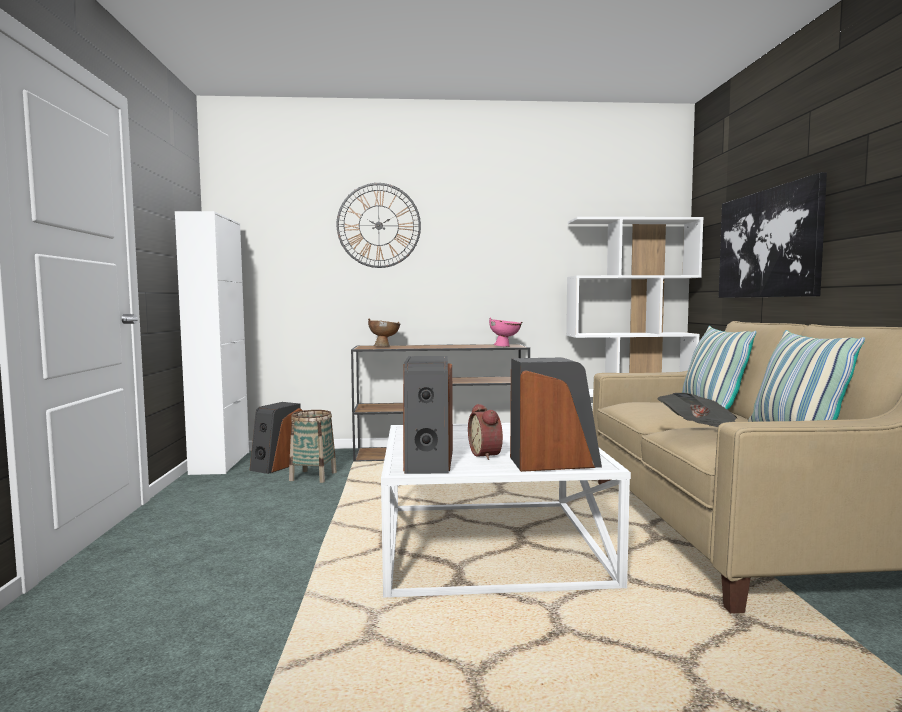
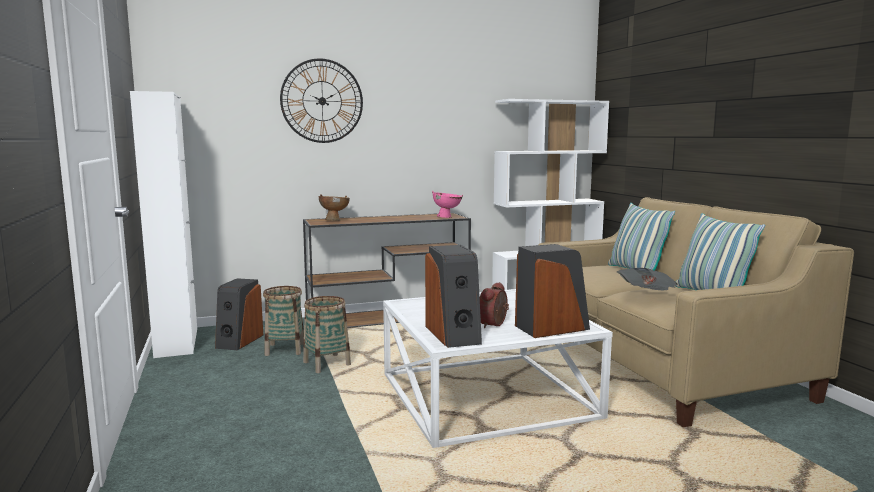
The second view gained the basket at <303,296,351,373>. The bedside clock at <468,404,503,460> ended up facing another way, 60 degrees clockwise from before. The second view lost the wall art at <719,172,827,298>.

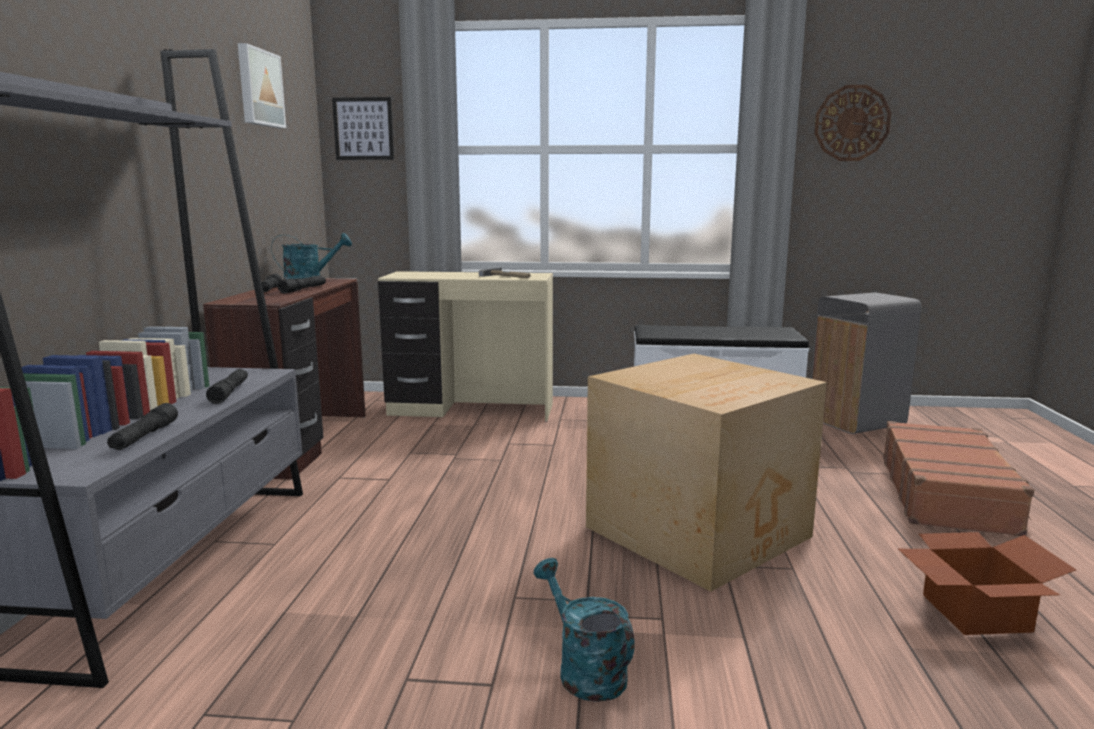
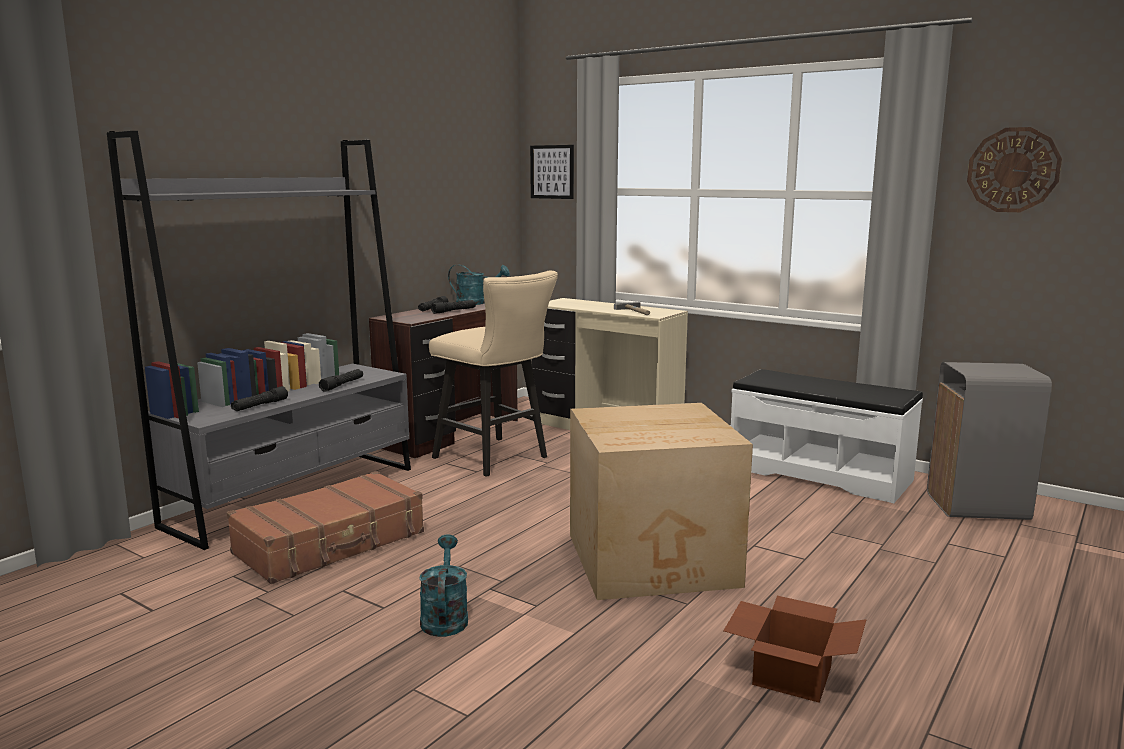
The brown-coloured travel case ended up elsewhere, having gone from <883,421,1034,536> to <227,471,424,584>. The second view gained the beige stool at <429,270,558,477>. The second view lost the wall art at <238,43,286,128>.

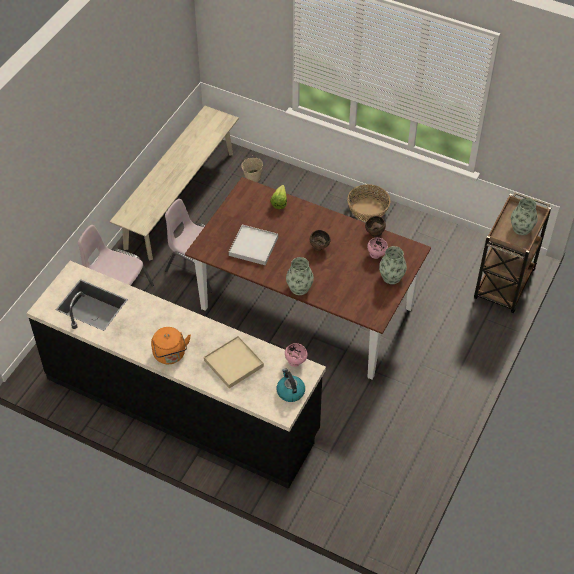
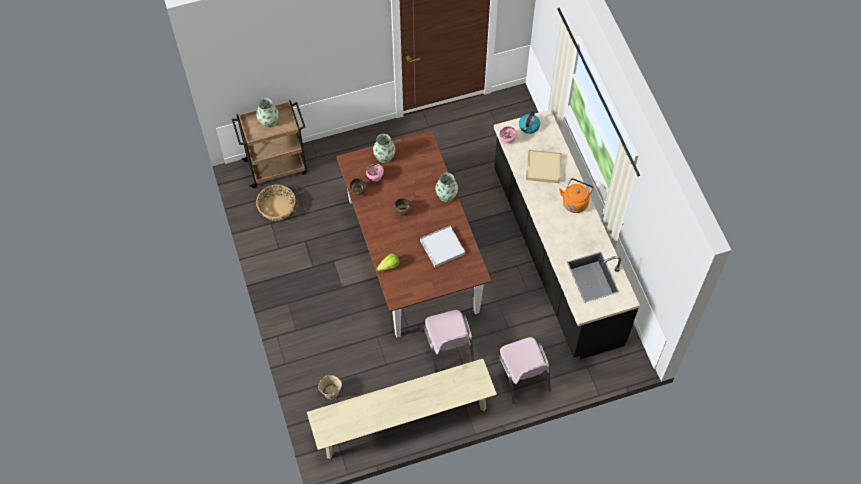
The basket ended up elsewhere, having gone from <347,184,391,222> to <256,185,296,221>.

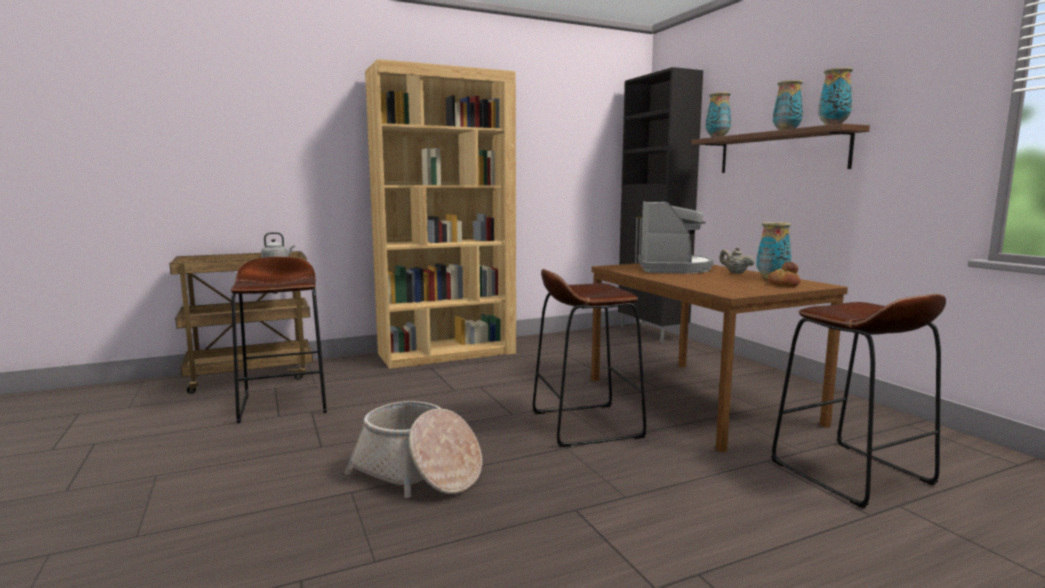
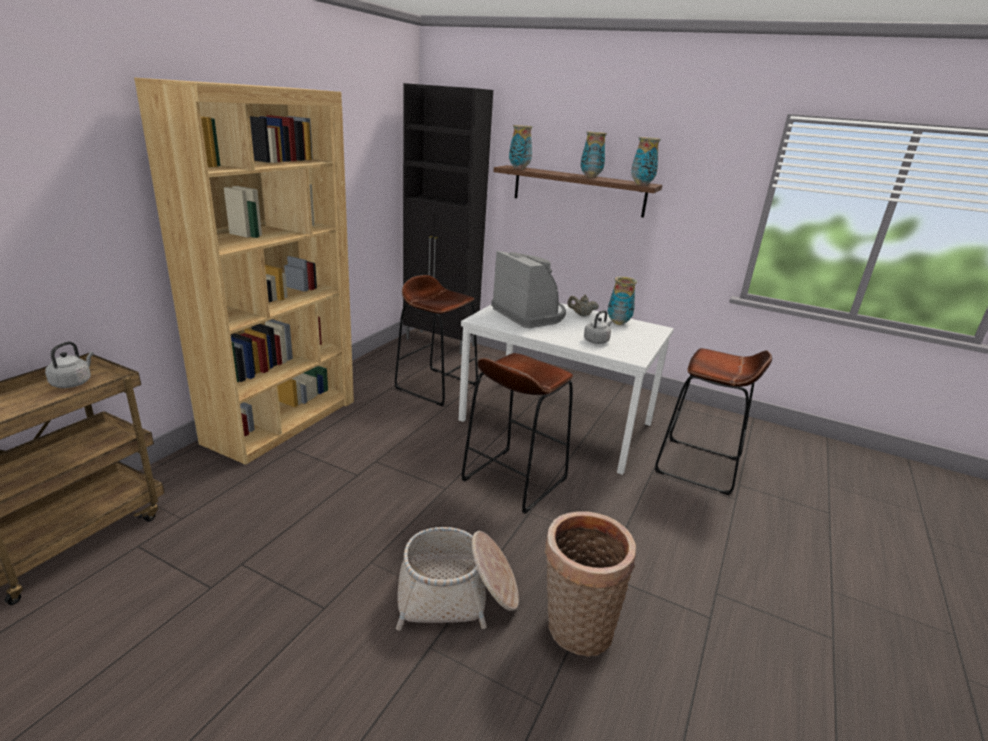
The brown-coloured stool ended up elsewhere, having gone from <231,257,327,423> to <395,275,478,406>. What was the brown-coloured dining table at <591,263,848,453> turned into the white-coloured dining table at <459,303,674,475>. The second view gained the basket at <545,511,636,656>. The second view gained the greyish water kettle at <584,310,612,344>. The second view lost the bakery bread at <768,262,800,287>.

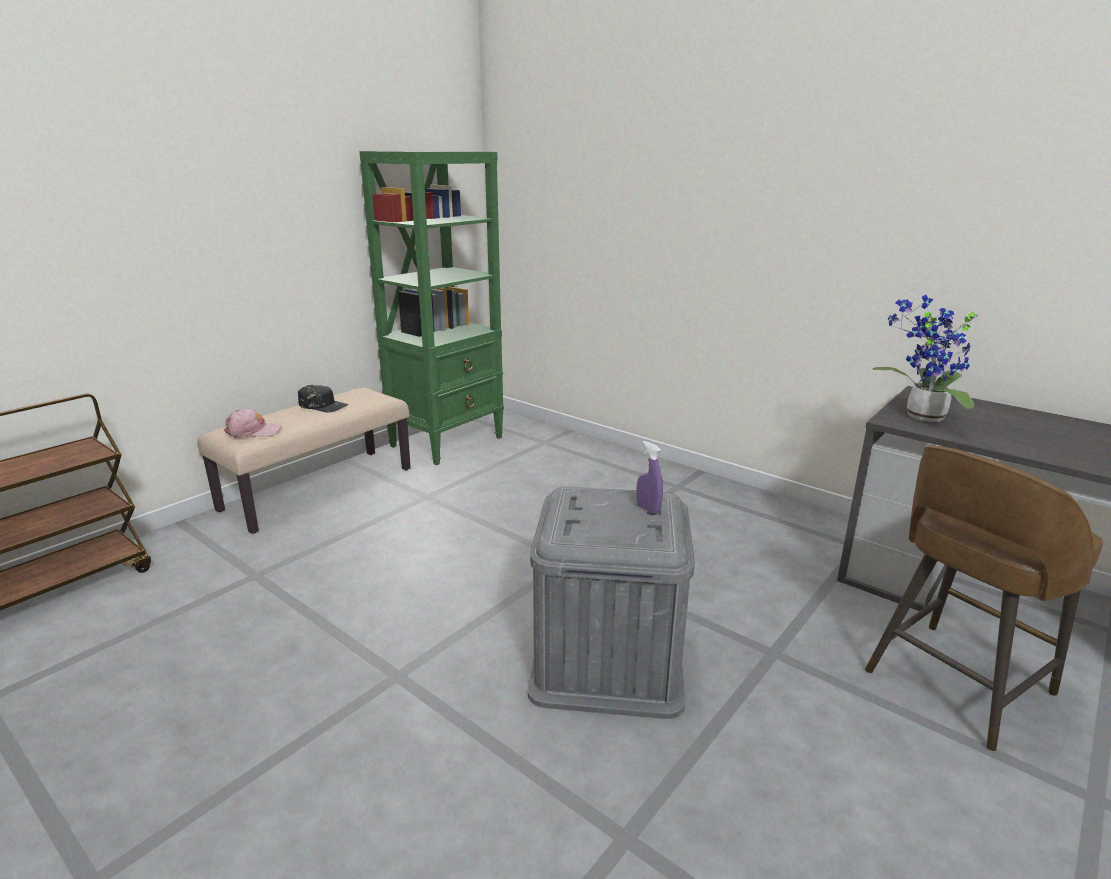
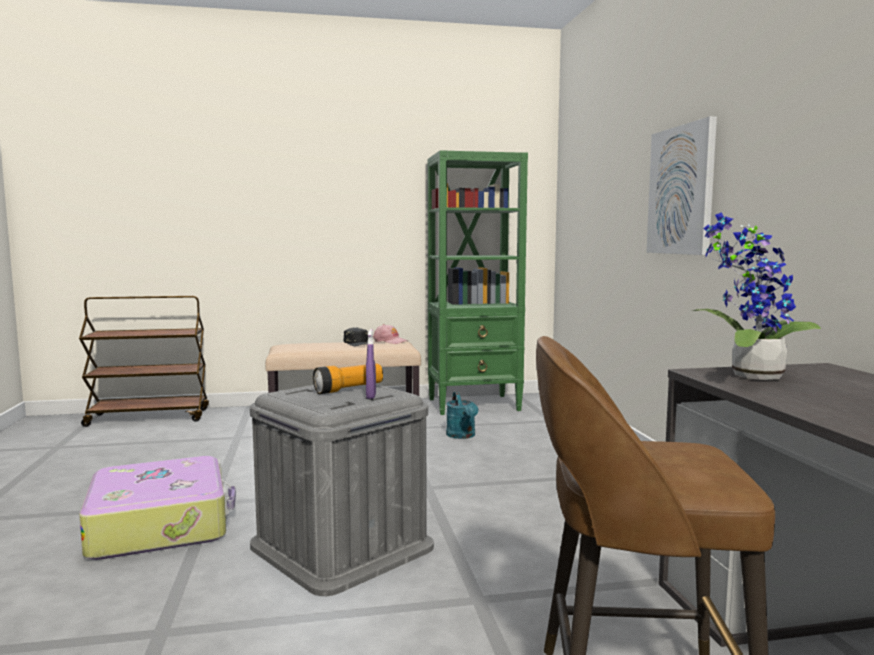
The second view gained the travel case at <79,456,236,560>. The second view gained the torch at <313,364,383,394>. The pinkish peaked cap ended up elsewhere, having gone from <224,409,282,438> to <373,324,408,344>. The second view gained the turquoise-coloured sprinkling can at <446,392,478,439>. The second view gained the wall art at <646,116,717,255>.

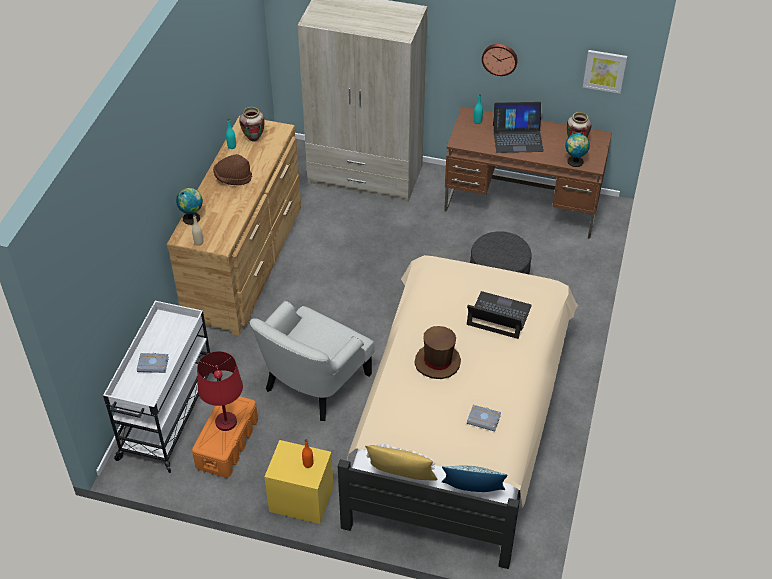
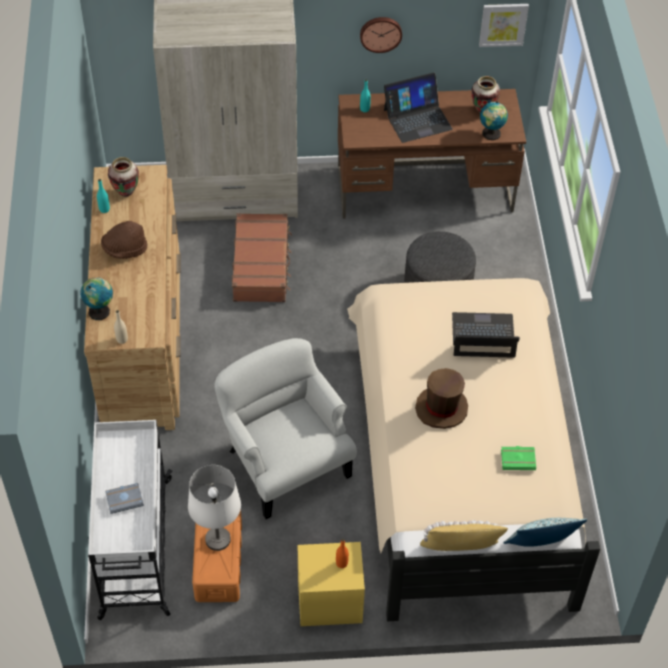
What was the red tabletop lamp at <197,351,243,431> turned into the white-coloured tabletop lamp at <188,465,241,551>. The white-coloured easy chair at <250,301,375,421> ended up facing another way, 135 degrees clockwise from before. The second view gained the brown-coloured travel case at <232,213,292,302>. What was the greyish bound book at <467,405,501,431> turned into the greenish bound book at <501,446,536,470>.

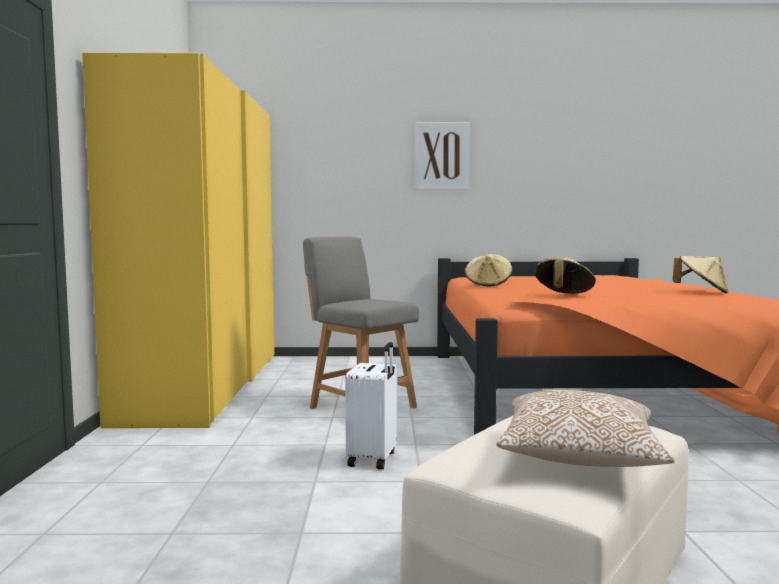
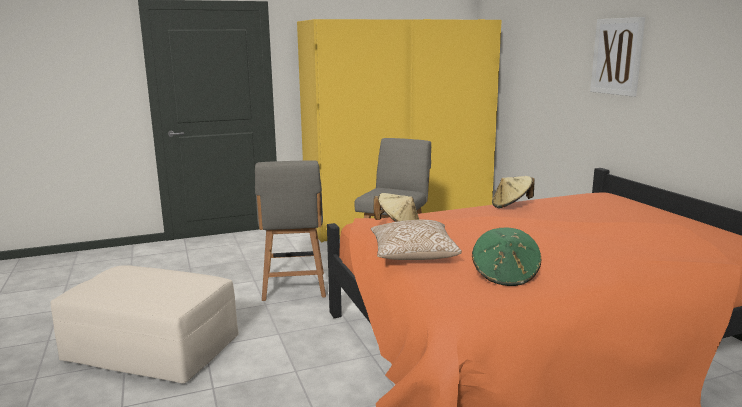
Where the white-coloured travel case stood at <345,342,398,470>, the greyish plain chair came to stand at <255,160,326,301>. The pillow ended up elsewhere, having gone from <496,390,675,467> to <371,220,462,260>. What was the beige hat at <673,256,728,293> turned into the greenish hat at <472,227,541,286>.

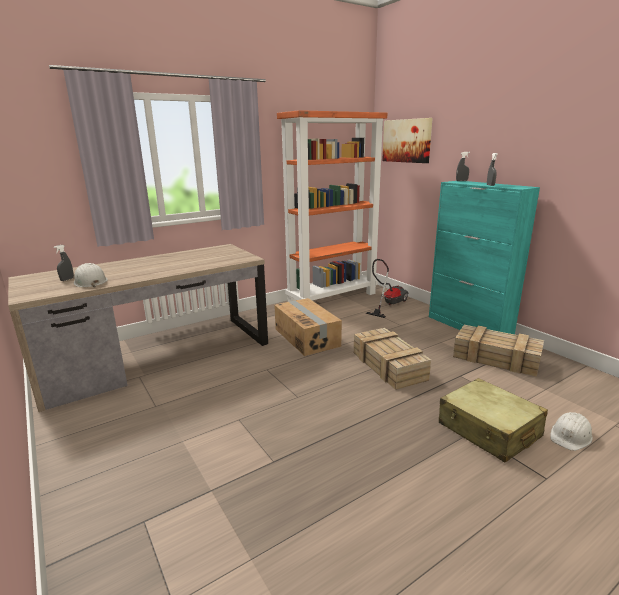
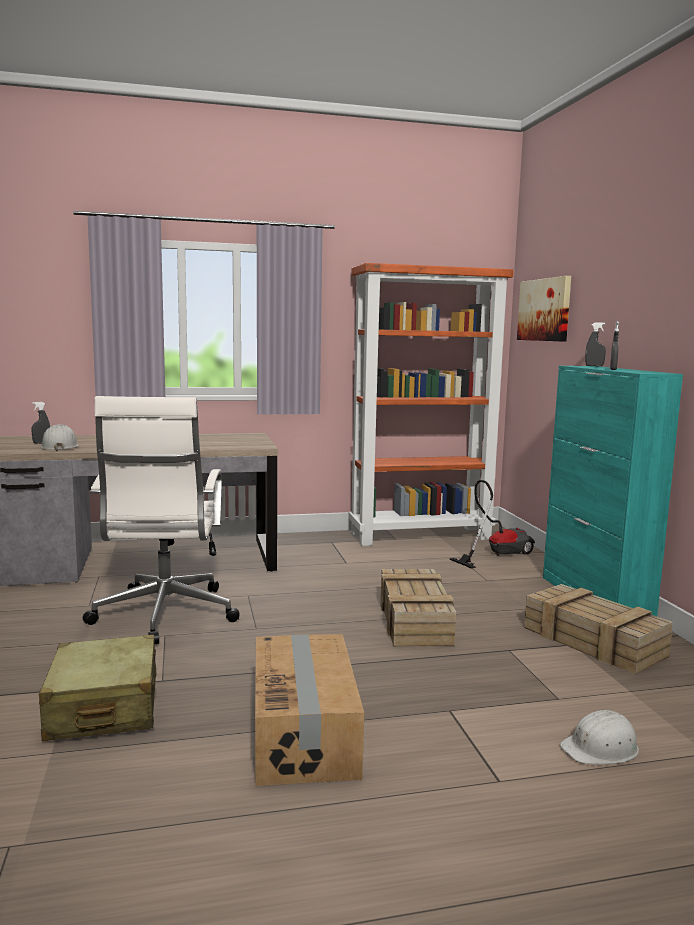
The beige travel case ended up elsewhere, having gone from <439,378,548,462> to <39,634,156,741>. The second view gained the white-coloured office chair at <83,396,240,645>. The carton ended up elsewhere, having gone from <274,298,342,356> to <255,634,364,786>.

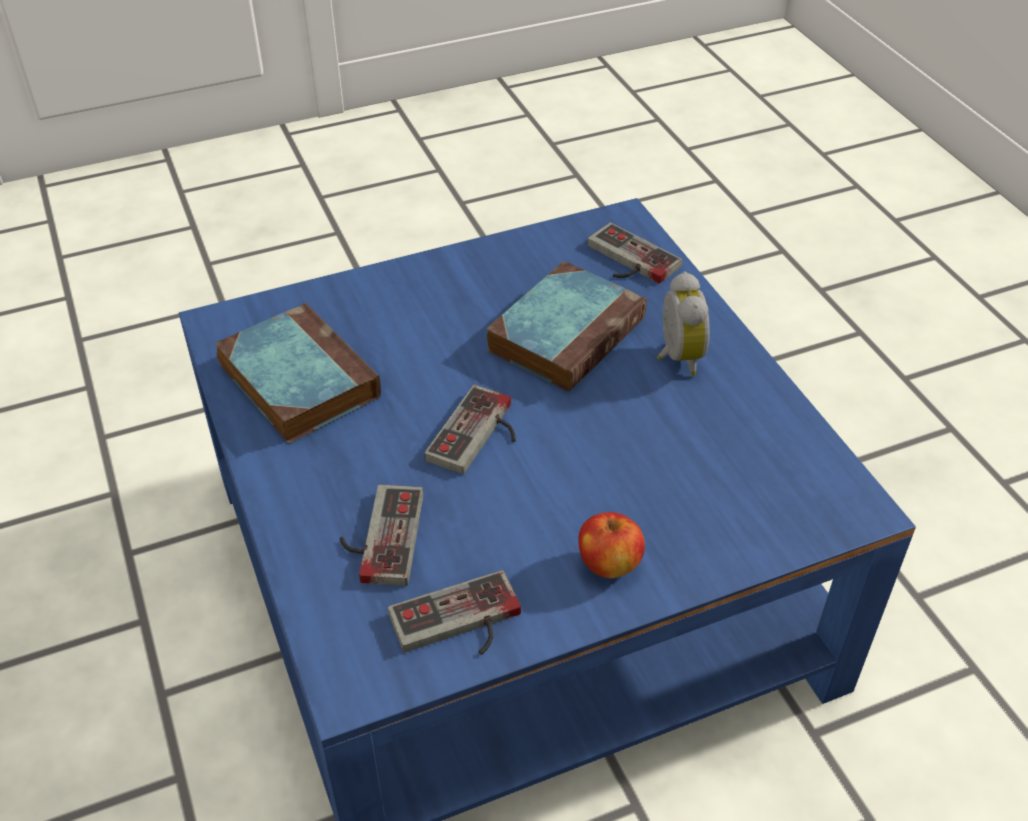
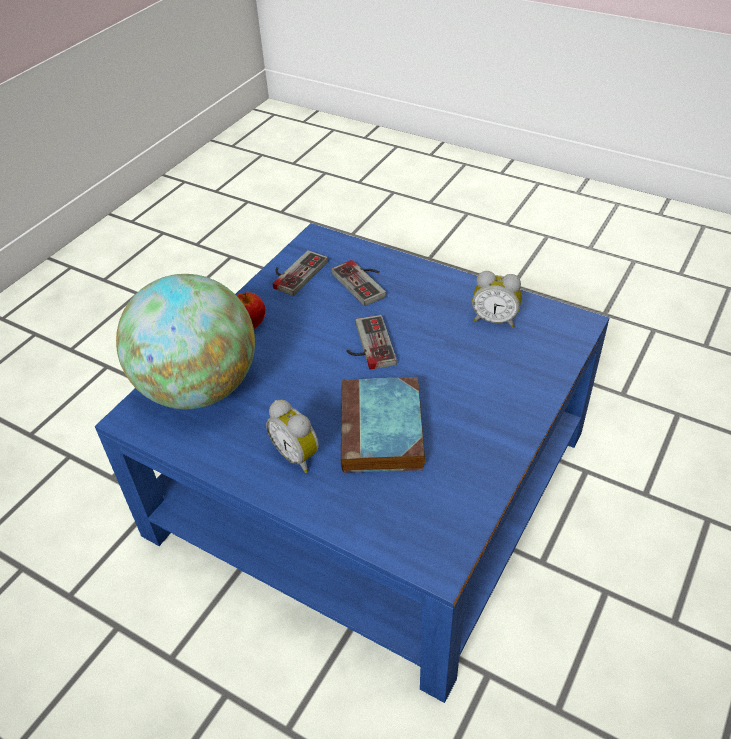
The second view gained the globe at <116,274,255,409>. Where the bound book stood at <215,303,381,444>, the bedside clock came to stand at <472,271,522,328>. The second view lost the game controller at <587,222,682,283>.

